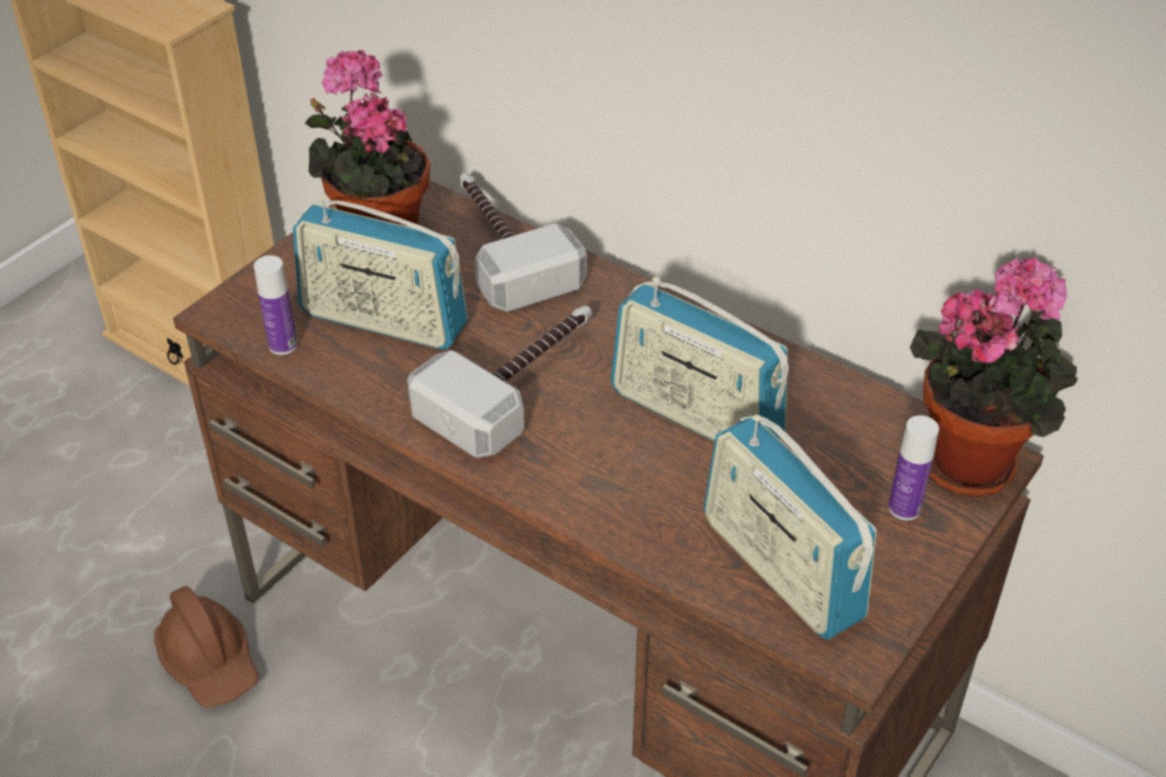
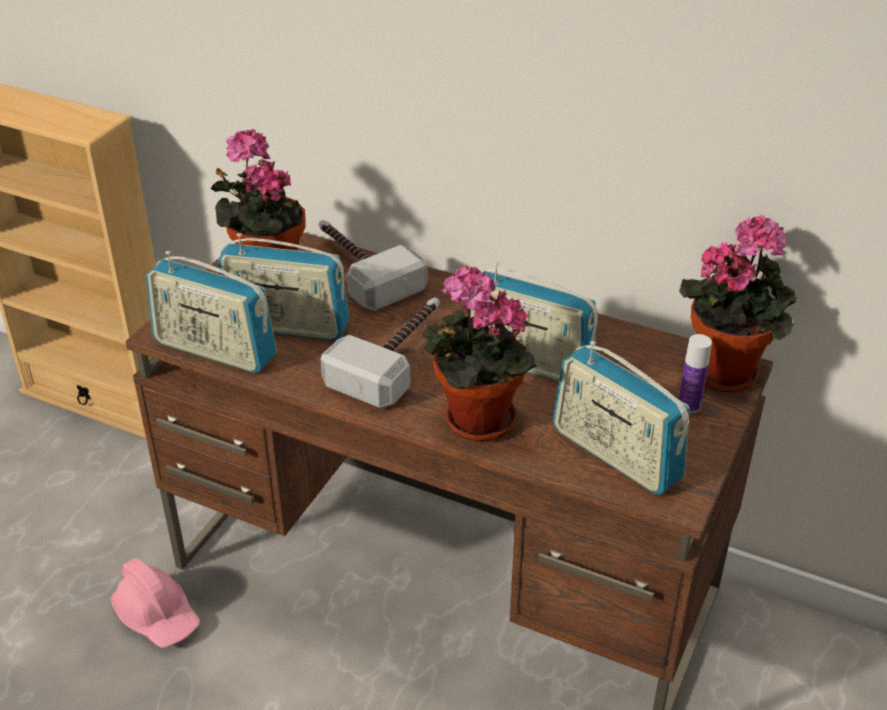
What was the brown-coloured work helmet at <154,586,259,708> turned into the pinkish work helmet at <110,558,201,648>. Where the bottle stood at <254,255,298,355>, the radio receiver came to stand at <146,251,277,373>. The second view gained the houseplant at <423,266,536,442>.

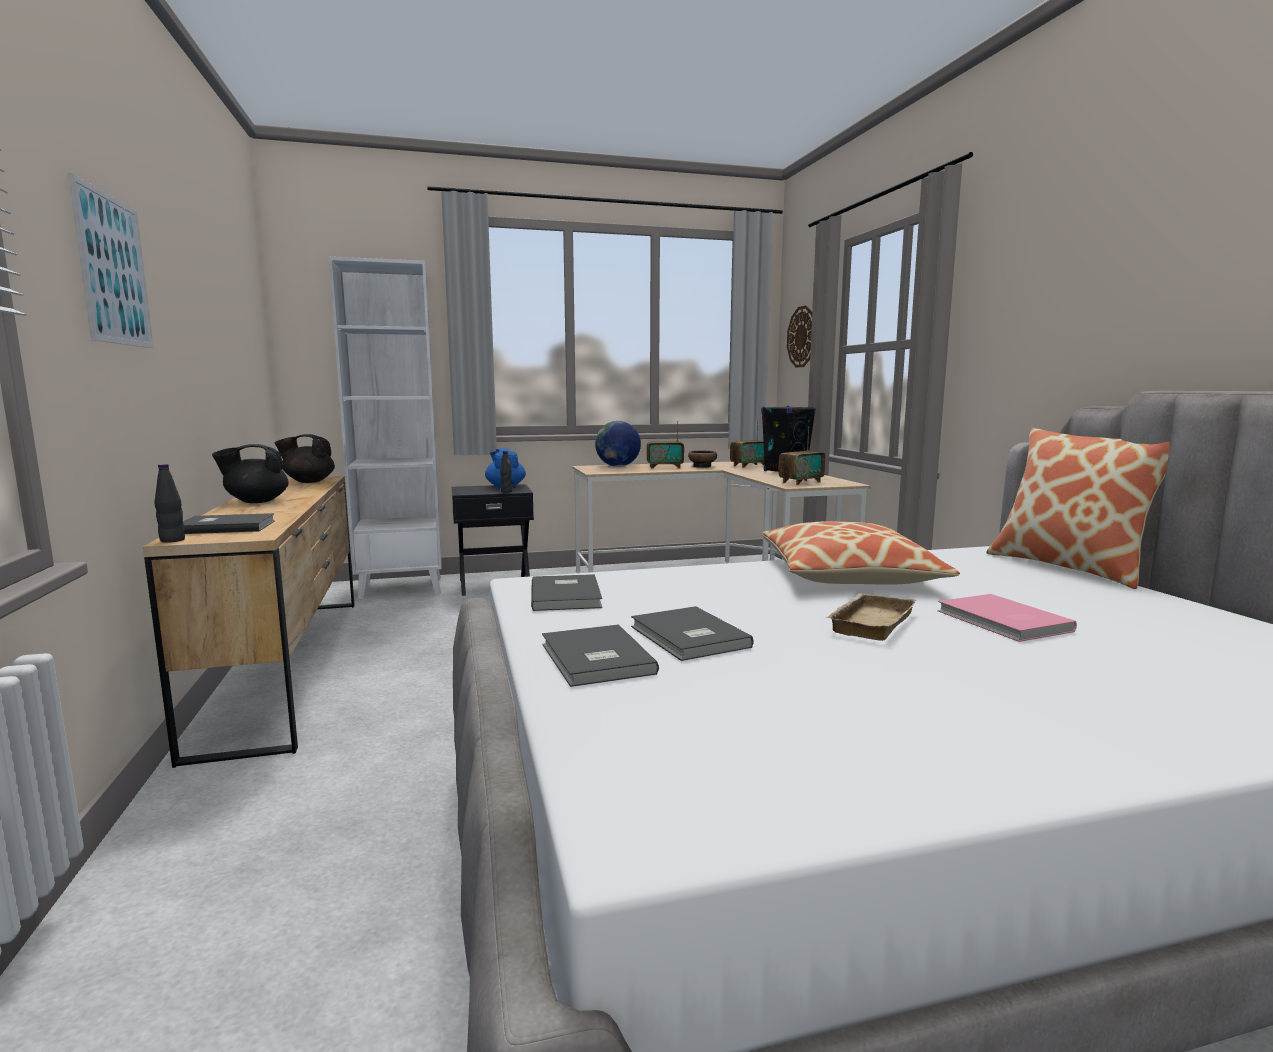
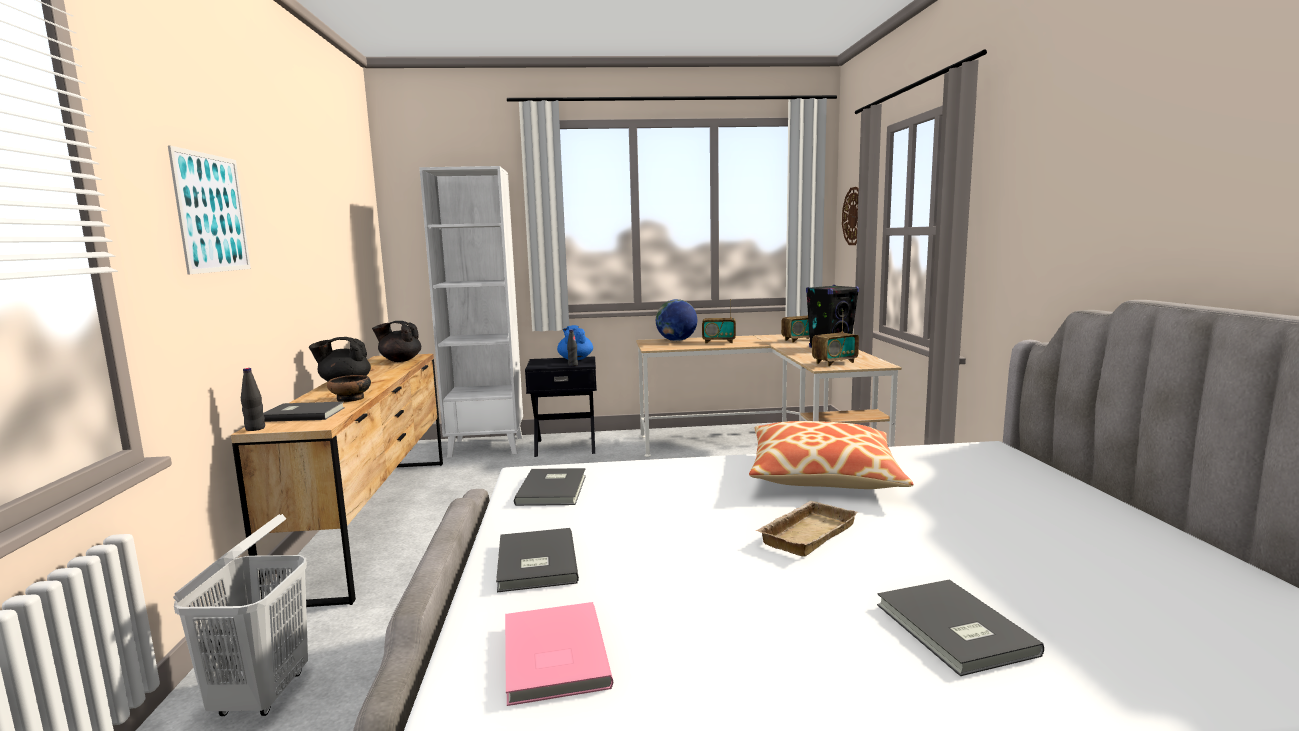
The second view gained the white-coloured washing basket at <173,514,308,716>. The bowl ended up elsewhere, having gone from <688,451,717,468> to <327,375,371,402>. The pinkish bound book ended up elsewhere, having gone from <938,594,1077,642> to <505,602,613,706>. The greyish bound book ended up elsewhere, having gone from <631,606,754,661> to <877,579,1044,676>. The second view lost the pillow at <986,428,1170,589>.

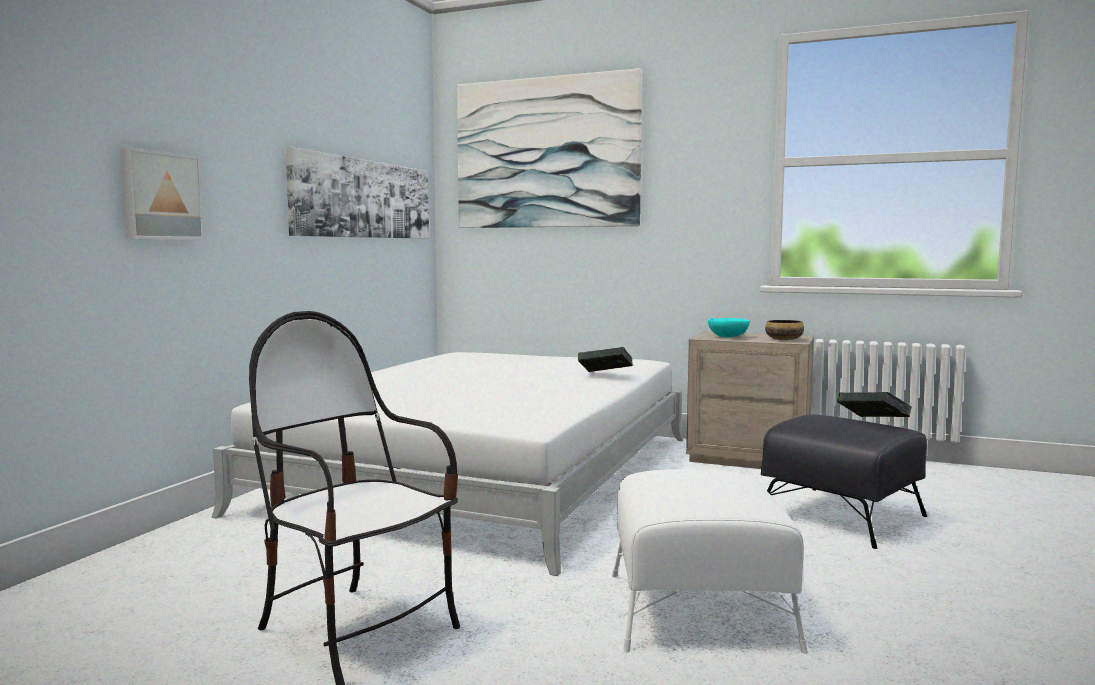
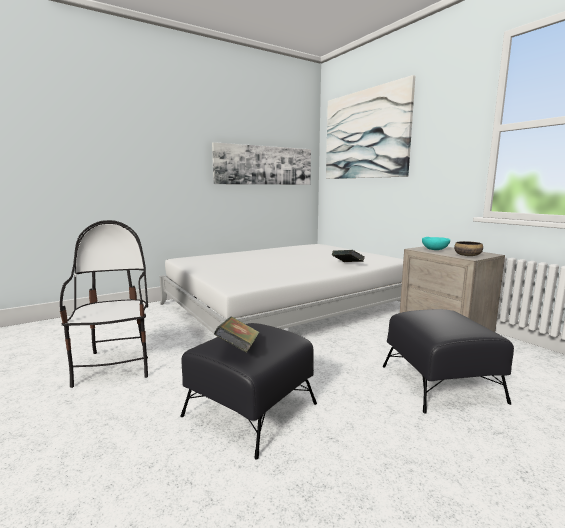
What was the white-coloured footrest at <612,469,808,654> turned into the black-coloured footrest at <180,323,317,459>. The bound book ended up elsewhere, having gone from <837,392,912,417> to <214,317,259,353>. The second view lost the wall art at <120,147,205,240>.

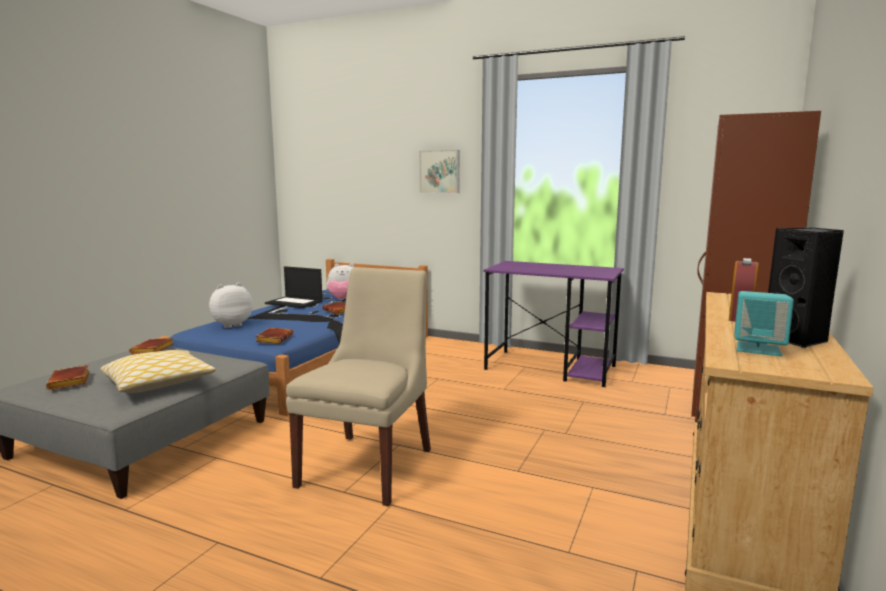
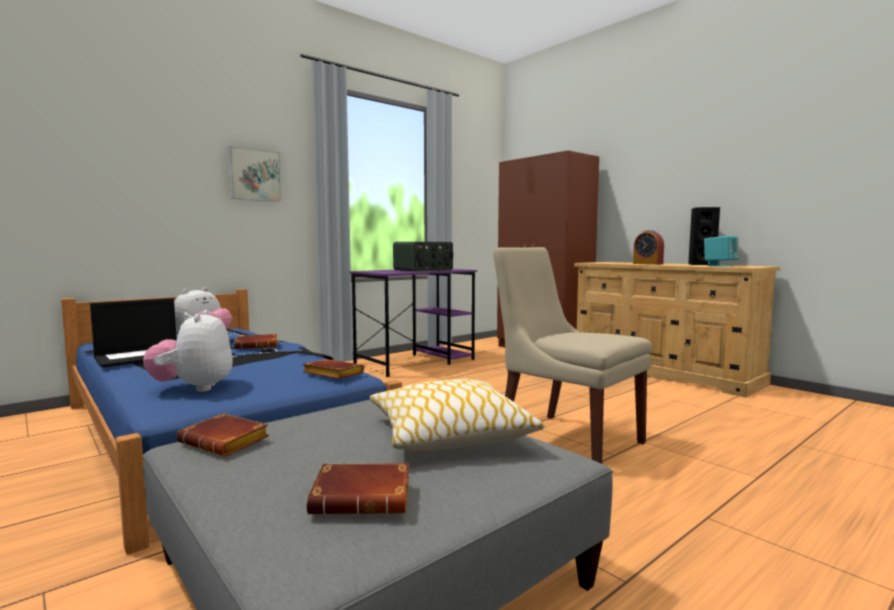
The second view gained the radio receiver at <393,242,453,272>.

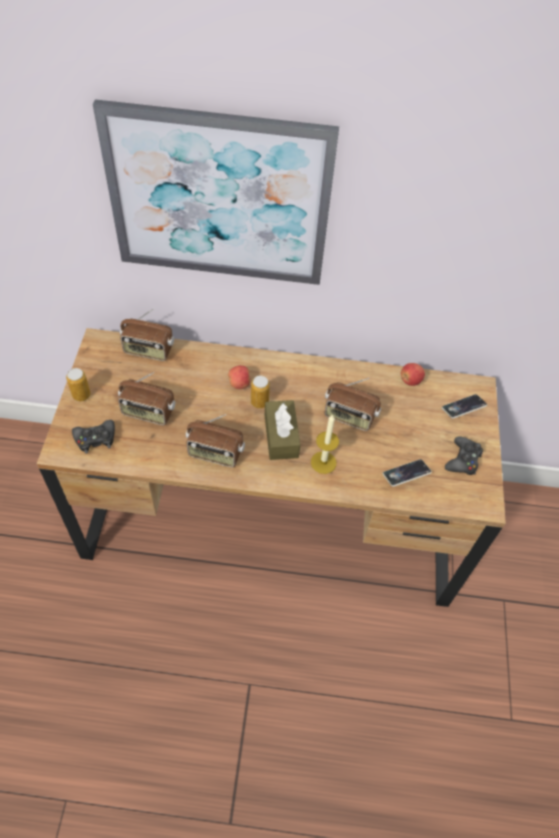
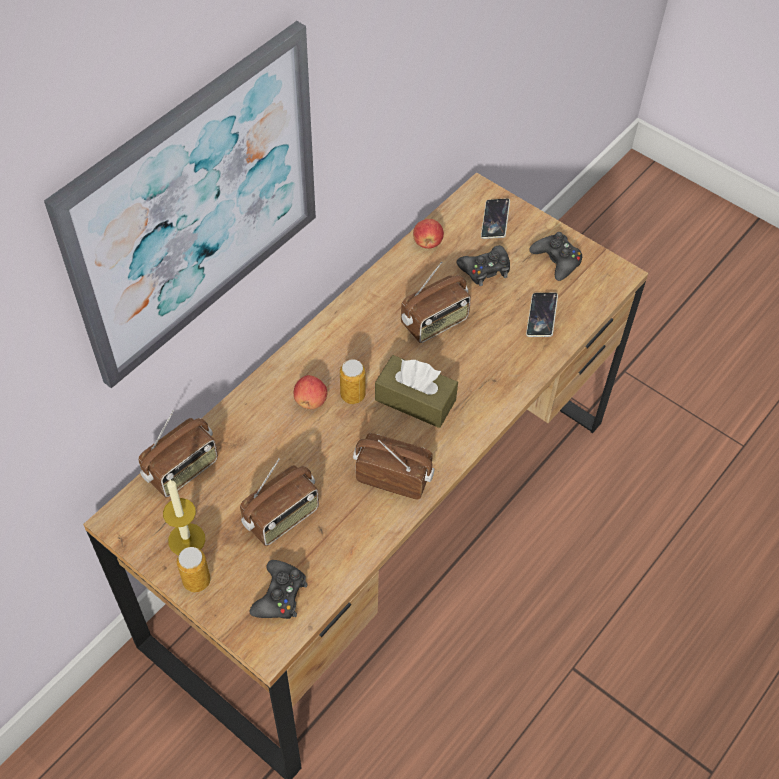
The wax candle ended up elsewhere, having gone from <311,414,339,474> to <163,480,205,555>. The radio receiver at <186,414,245,468> ended up facing another way, 120 degrees counterclockwise from before. The second view gained the black-coloured game controller at <457,245,510,286>.

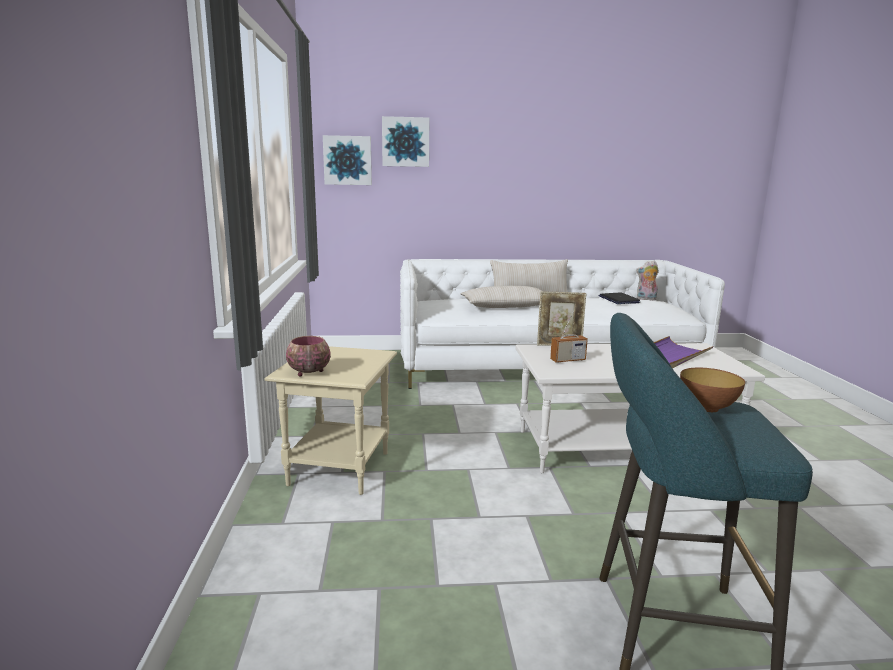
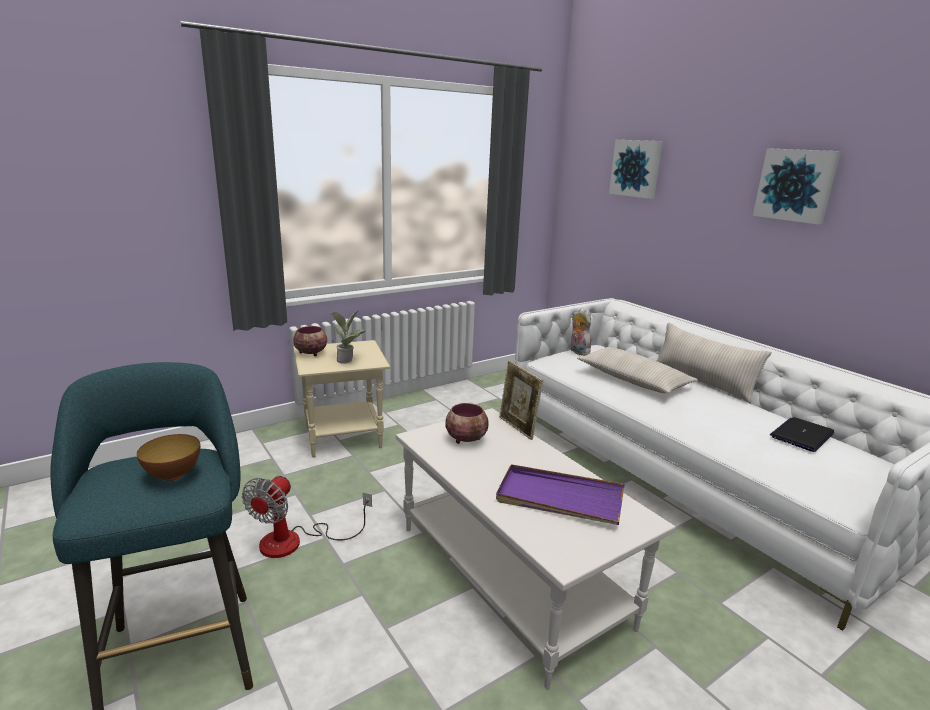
The second view gained the electric fan at <242,475,372,558>. The second view gained the houseplant at <330,311,365,364>. Where the radio receiver stood at <550,311,588,363>, the bowl came to stand at <446,403,489,444>. The plush toy ended up elsewhere, having gone from <636,261,659,300> to <571,308,591,356>. The wall art ended up elsewhere, having gone from <323,135,372,185> to <753,148,841,225>.

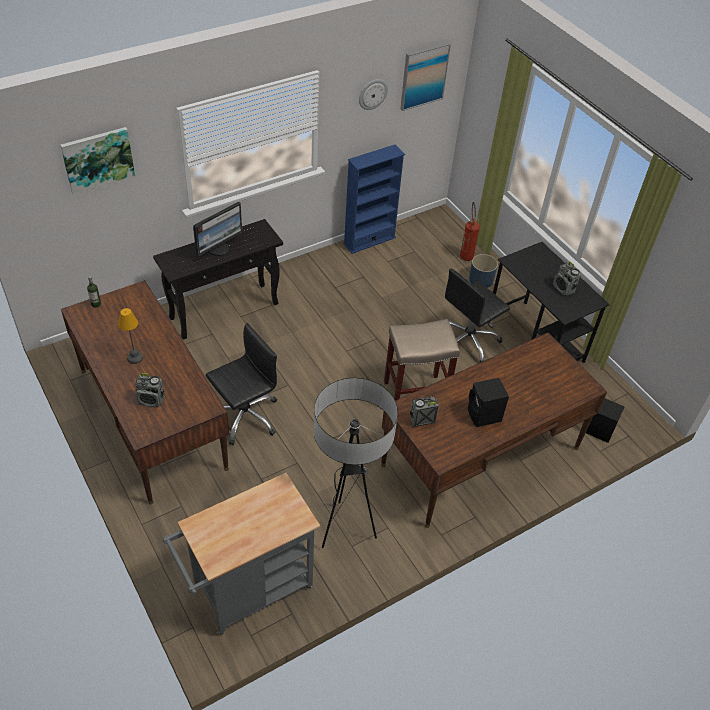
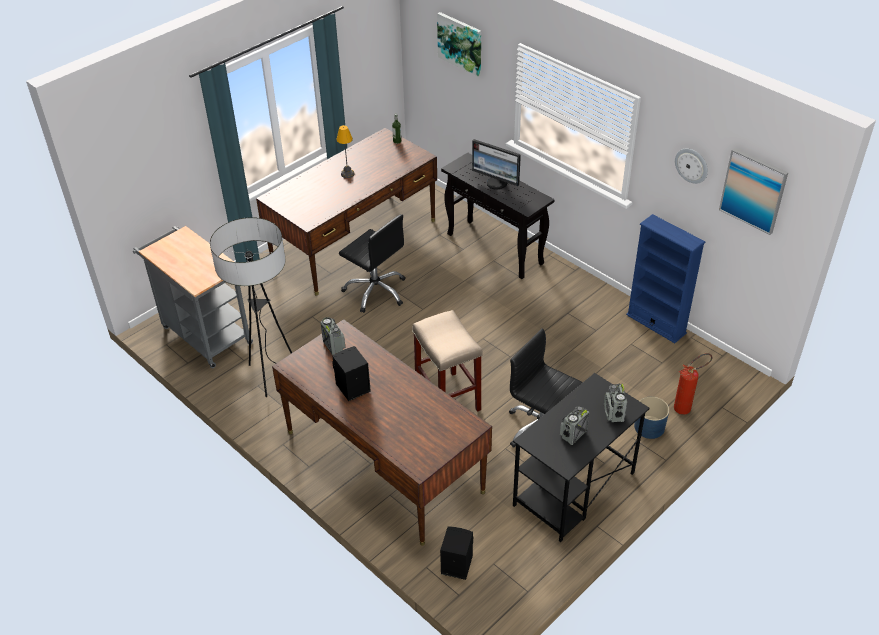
The radio receiver ended up elsewhere, having gone from <135,373,165,408> to <604,384,627,422>.

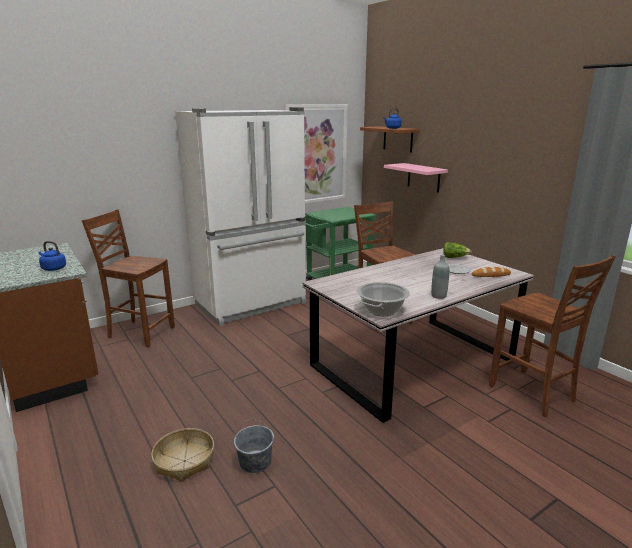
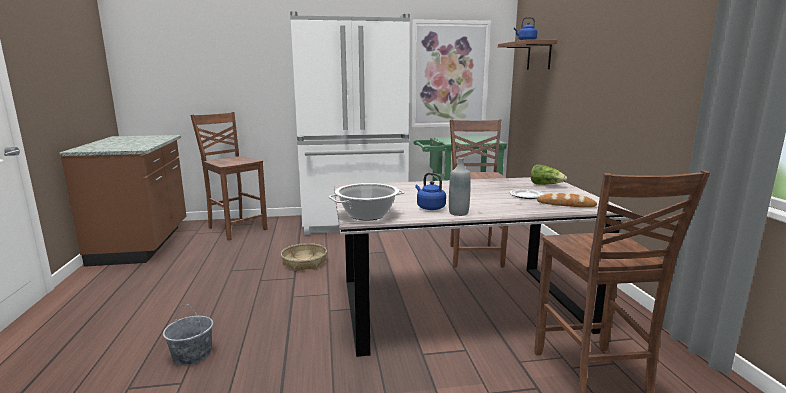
The basket ended up elsewhere, having gone from <151,428,214,482> to <281,243,327,271>. The bluish water kettle ended up elsewhere, having gone from <38,241,66,271> to <415,172,446,210>. The second view lost the pinkish bracket shelf at <384,163,448,193>.

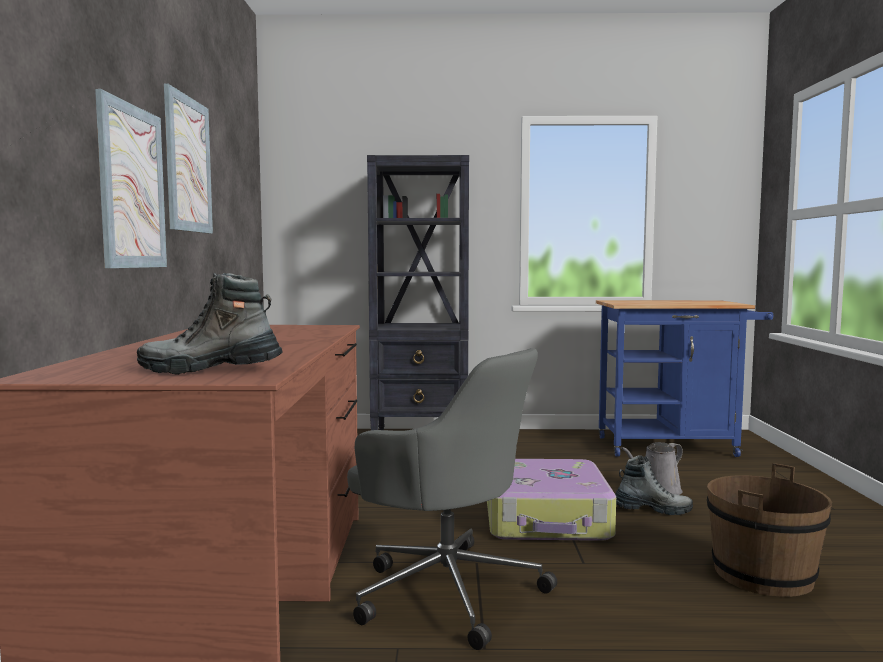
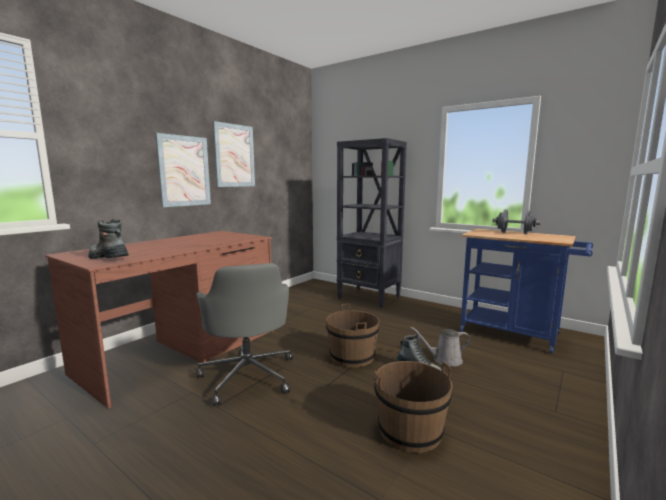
Where the travel case stood at <487,459,616,541>, the brown-coloured water bucket came to stand at <326,303,380,368>. The second view gained the greyish dumbbell at <492,209,541,234>.

